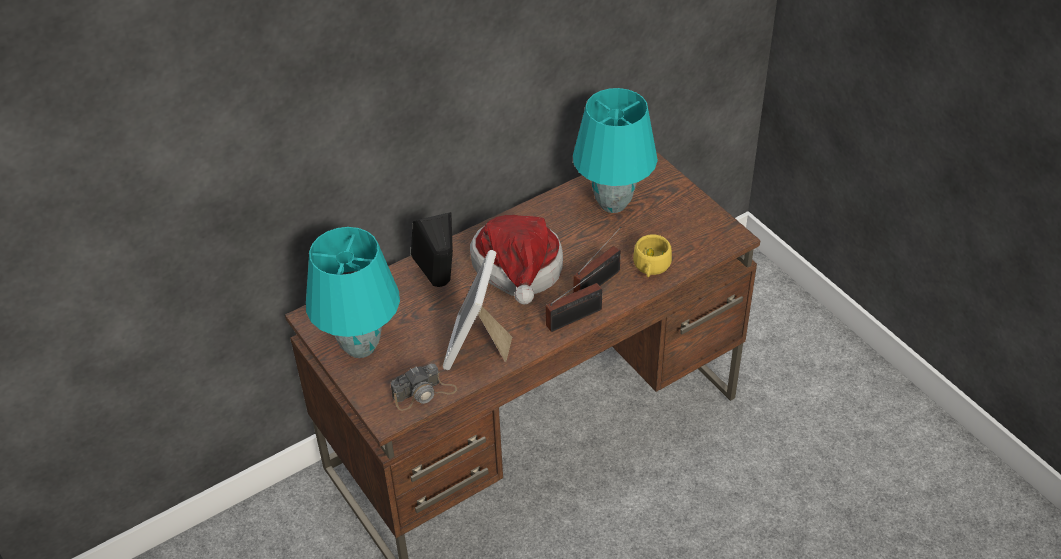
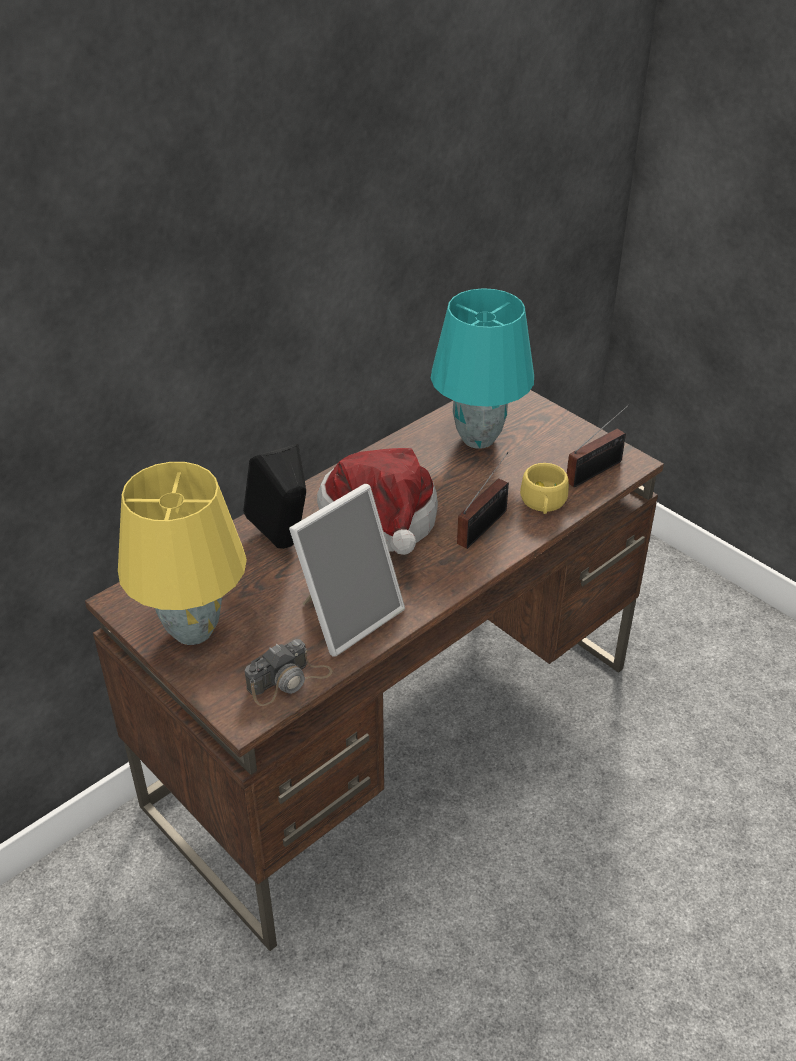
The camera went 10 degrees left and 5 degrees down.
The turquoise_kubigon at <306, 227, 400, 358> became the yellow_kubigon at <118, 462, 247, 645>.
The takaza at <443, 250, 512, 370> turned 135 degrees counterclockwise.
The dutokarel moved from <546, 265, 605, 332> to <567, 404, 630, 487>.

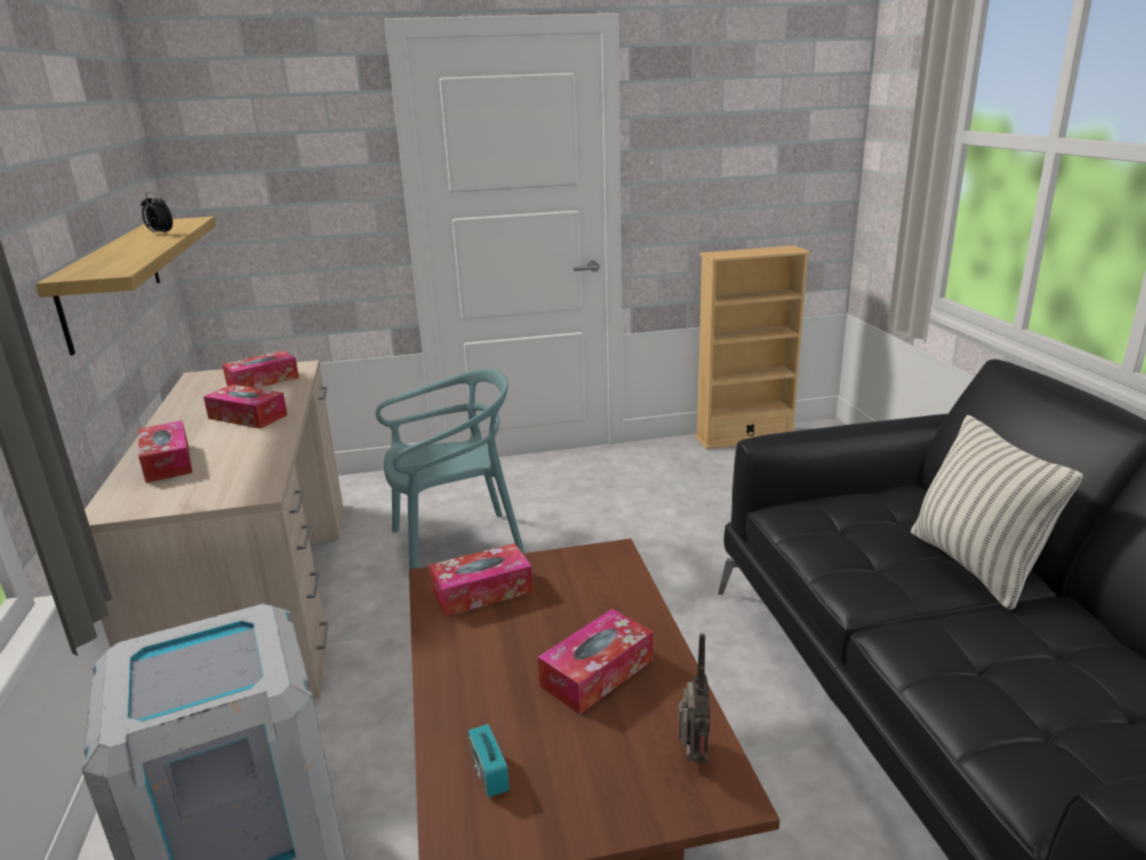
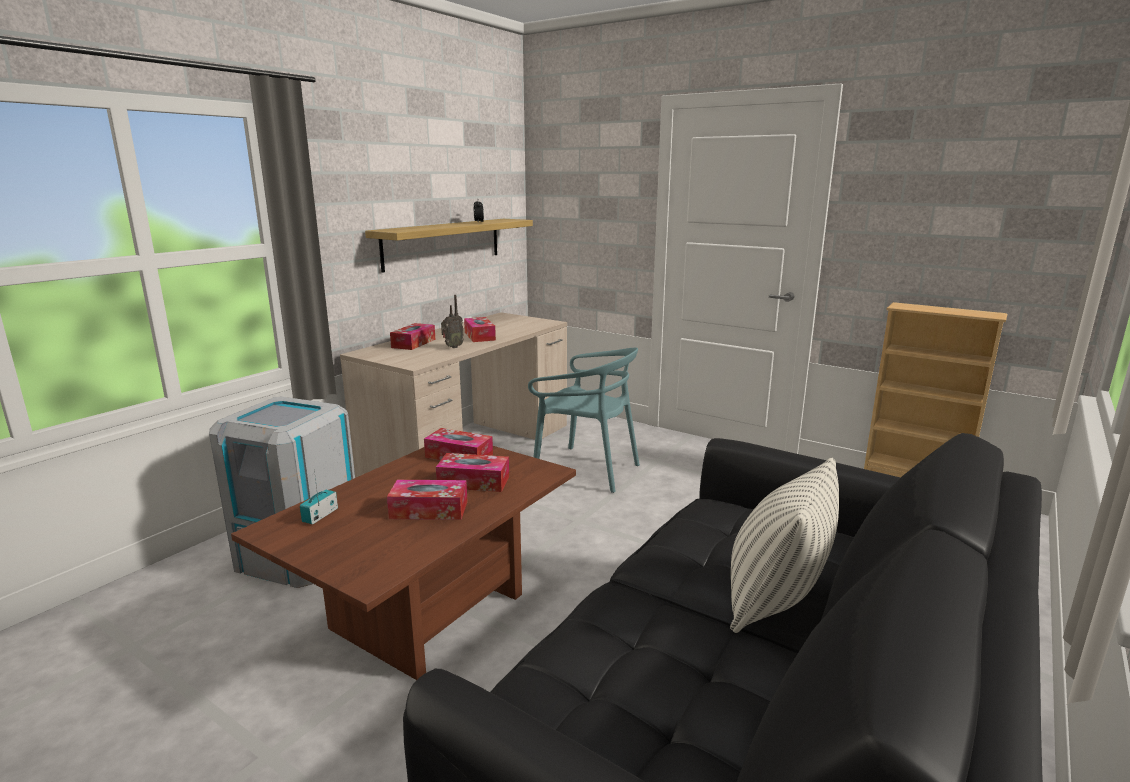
The camera went 45 degrees right and 5 degrees down.
The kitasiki moved from <222, 351, 299, 388> to <436, 453, 509, 492>.
The dutokarel moved from <678, 634, 710, 764> to <441, 295, 464, 348>.

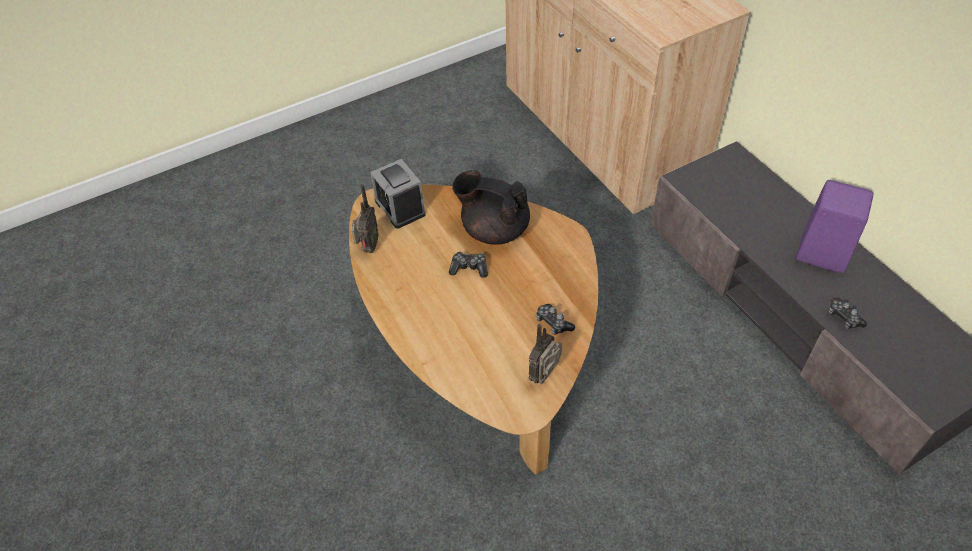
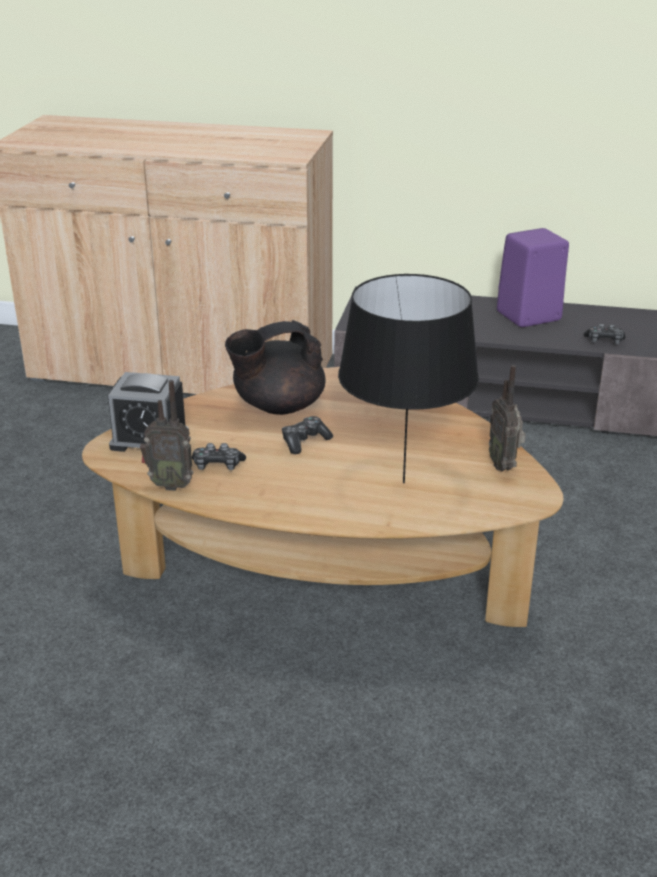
The camera went 50 degrees left and 20 degrees down.
The dutokarel at <352, 184, 379, 253> turned 135 degrees clockwise.
The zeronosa moved from <536, 304, 575, 335> to <192, 443, 246, 470>.
The black_kubigon at <338, 274, 479, 483> appeared.

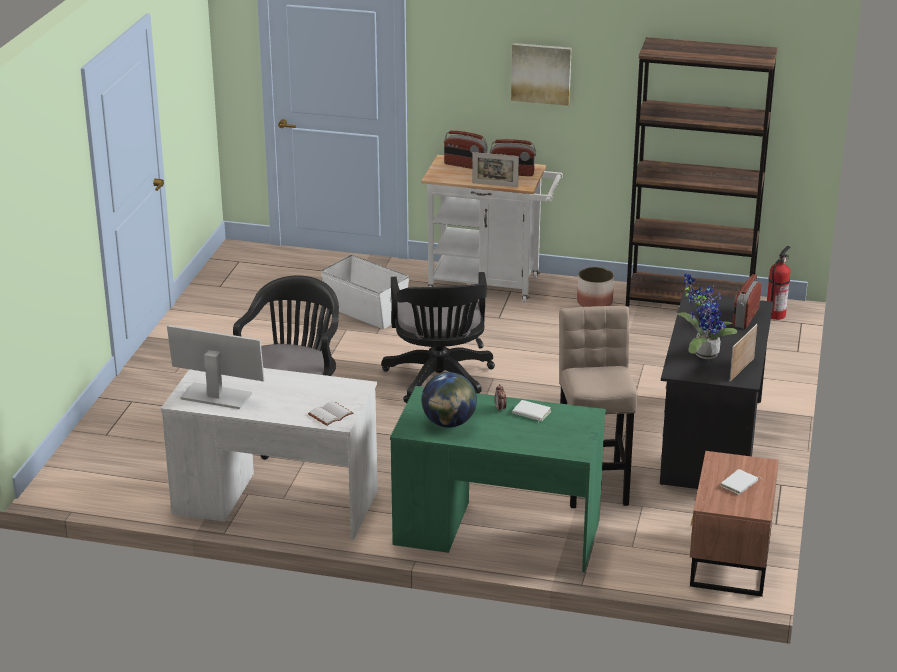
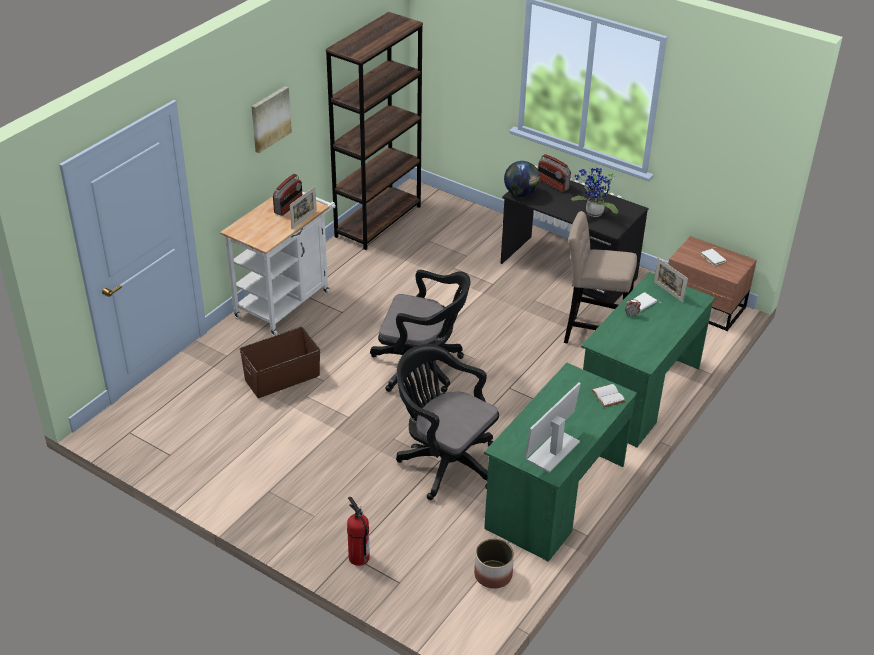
The camera went 70 degrees left and 10 degrees up.
The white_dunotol at <321, 255, 409, 329> became the brown_dunotol at <240, 327, 321, 398>.
The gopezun moved from <767, 246, 790, 320> to <347, 497, 370, 566>.
The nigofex moved from <577, 267, 614, 307> to <474, 539, 514, 589>.
The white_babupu at <161, 368, 378, 540> became the green_babupu at <484, 363, 637, 562>.
The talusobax moved from <421, 372, 477, 428> to <504, 161, 540, 197>.
The takaza moved from <730, 324, 757, 382> to <654, 258, 688, 303>.
The dutokarel at <444, 131, 488, 169> disappeared.

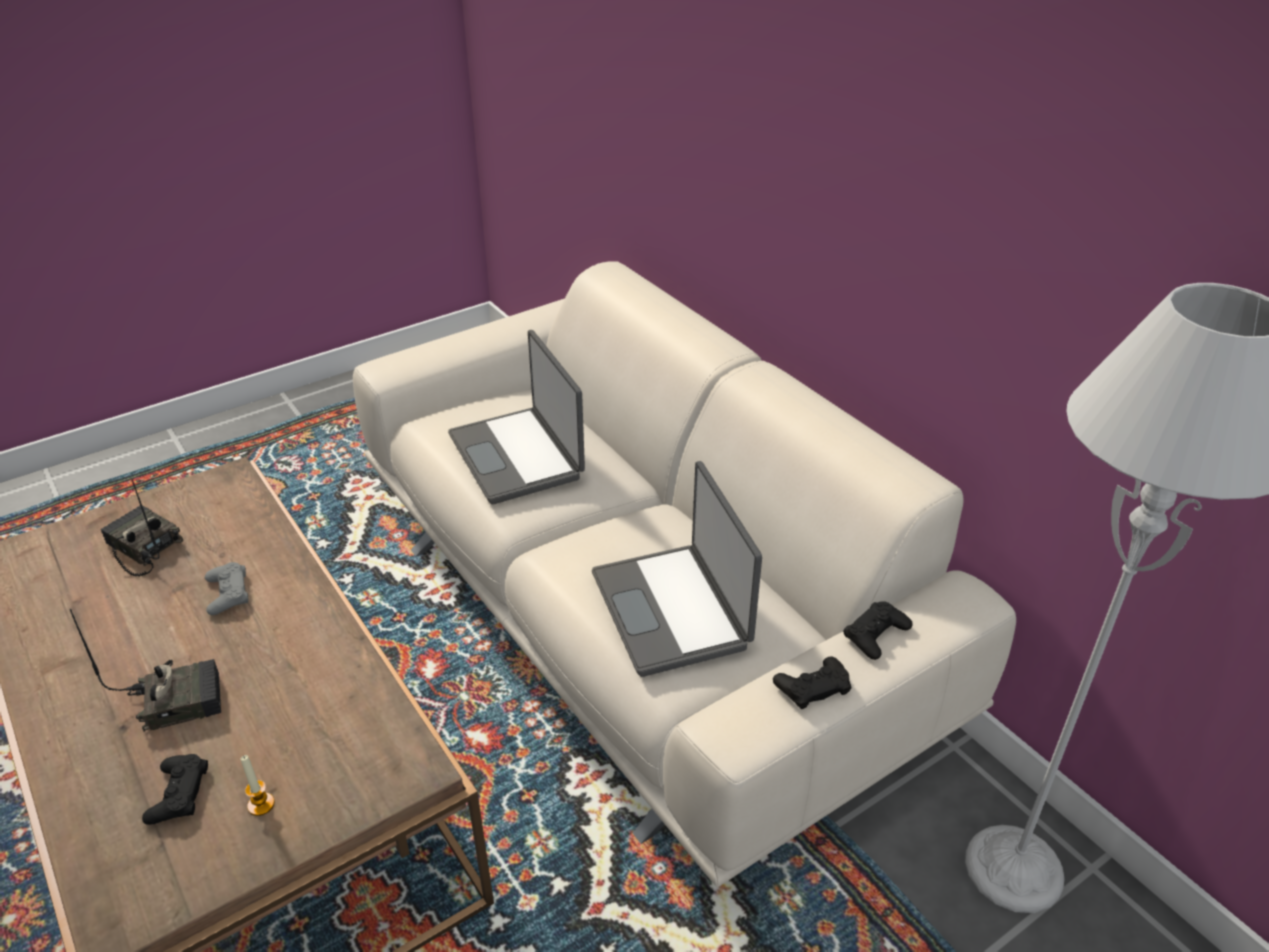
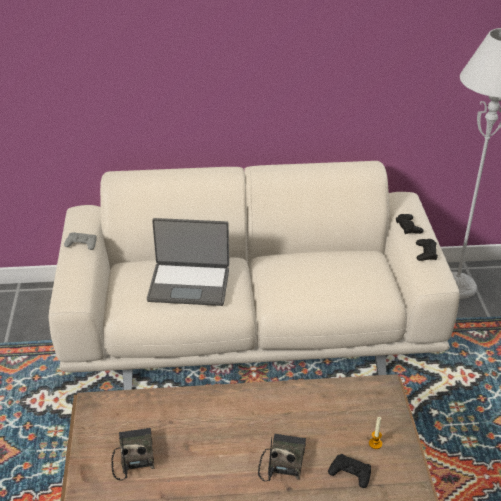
The camera went 60 degrees left and 0 degrees up.
The grey_zeronosa moved from <205, 562, 248, 615> to <64, 232, 97, 250>.
The dutokarel at <101, 478, 183, 576> turned 105 degrees clockwise.
The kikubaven at <592, 461, 762, 677> disappeared.

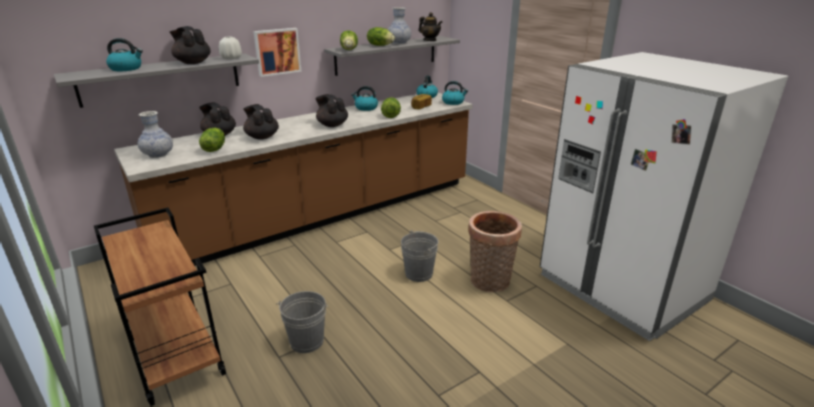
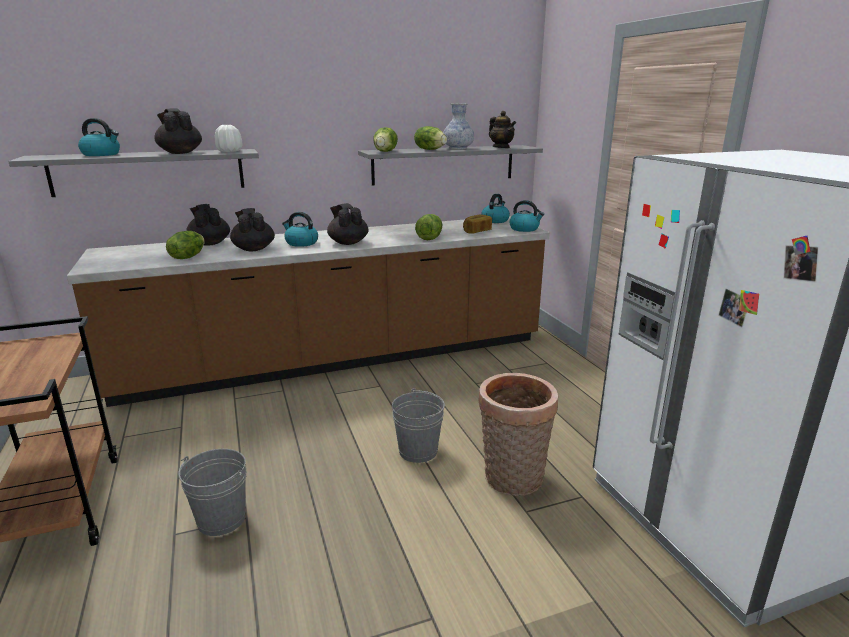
The camera went 15 degrees right and 5 degrees down.
The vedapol moved from <351, 86, 378, 111> to <282, 212, 318, 247>.
The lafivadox at <138, 111, 173, 158> disappeared.
The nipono at <253, 28, 302, 77> disappeared.

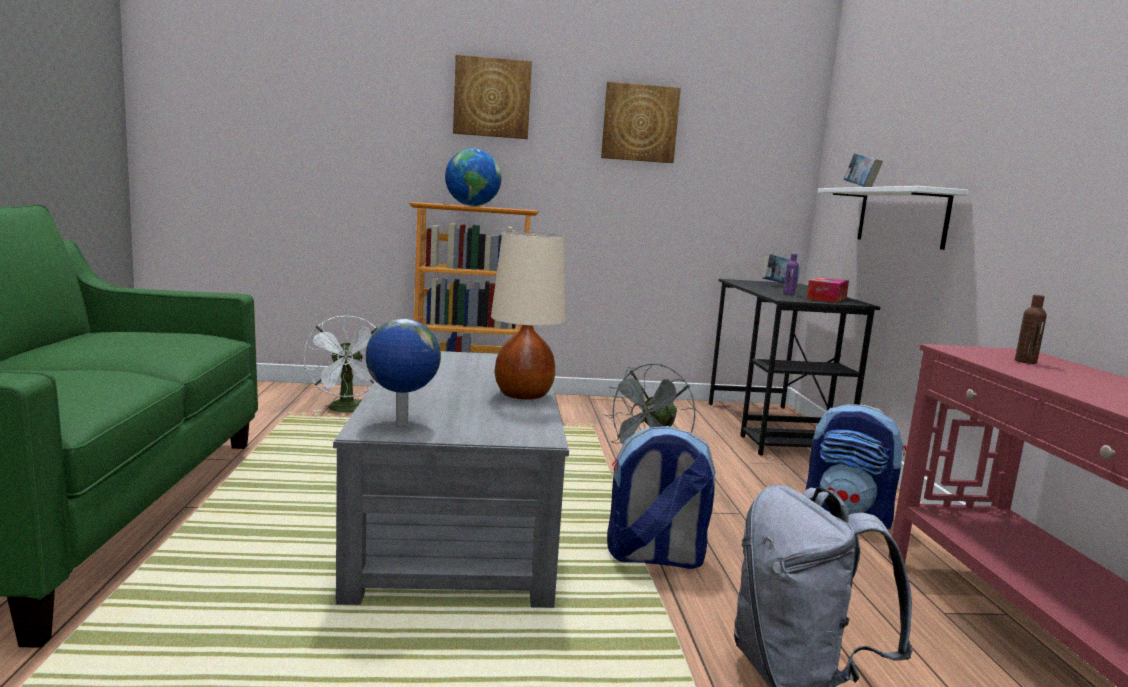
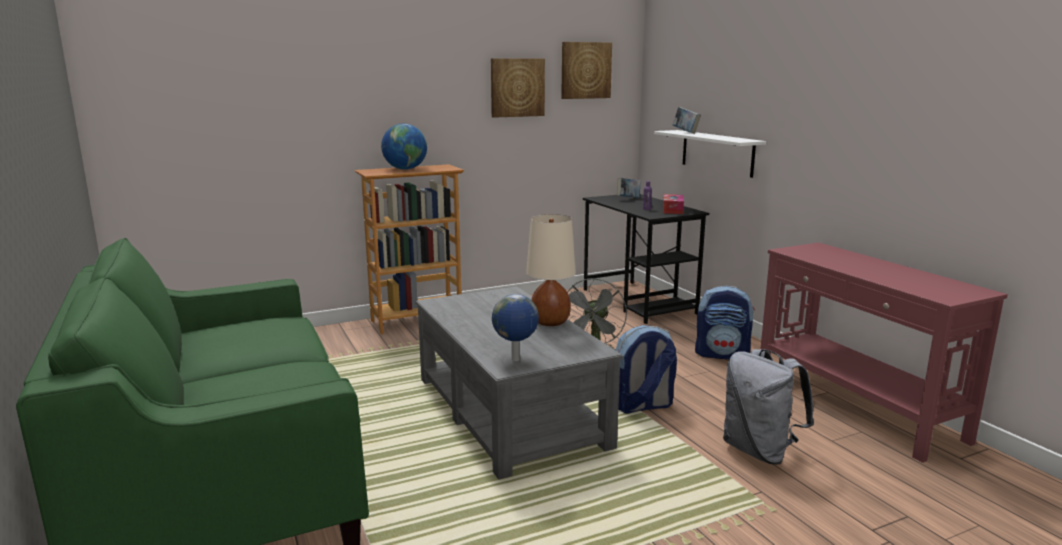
The camera went 20 degrees left and 5 degrees up.
The nipono moved from <453, 55, 532, 139> to <561, 42, 612, 99>.
The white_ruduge at <303, 315, 378, 412> disappeared.
The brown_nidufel at <1015, 295, 1047, 364> disappeared.

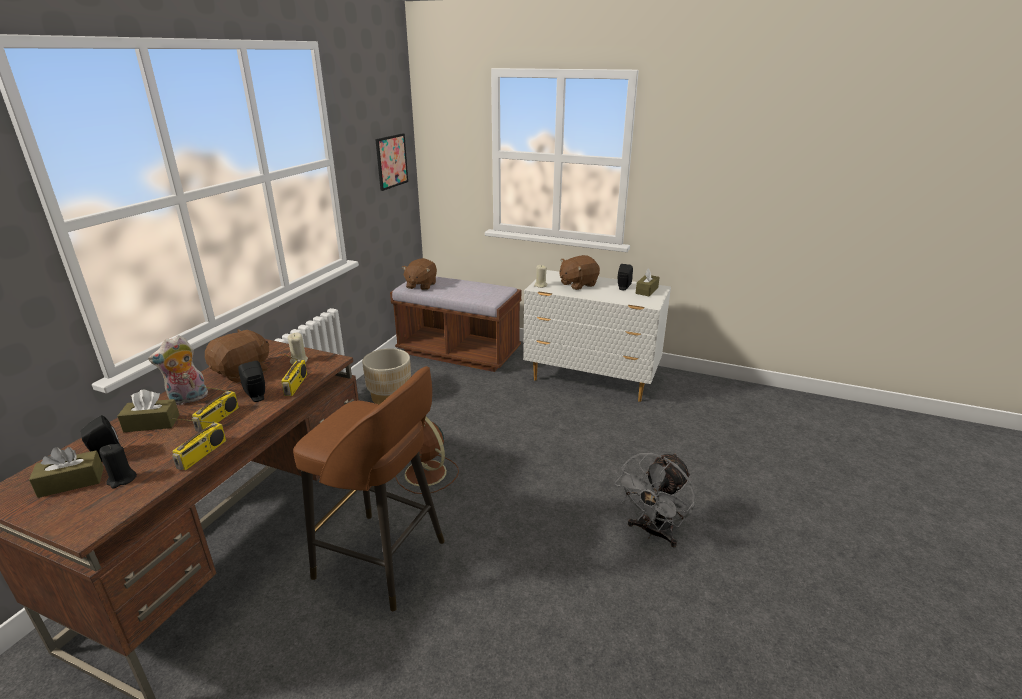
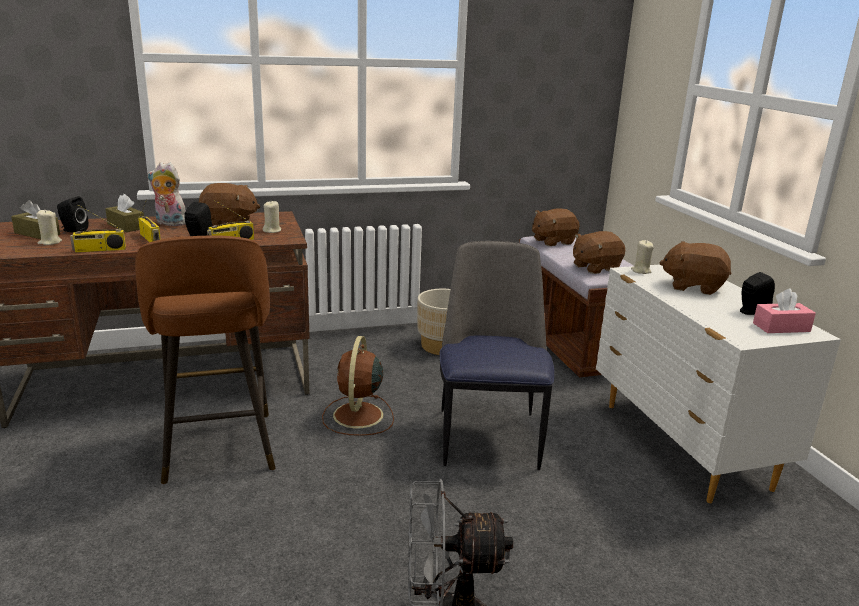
The camera went 50 degrees right and 5 degrees down.
The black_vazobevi at <99, 444, 137, 489> became the beige_vazobevi at <36, 209, 62, 245>.
The dutokarel at <192, 385, 239, 432> turned 105 degrees counterclockwise.
The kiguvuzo at <439, 241, 554, 470> appeared.
The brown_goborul at <573, 231, 625, 274> appeared.
The brown_kitasiki at <636, 268, 660, 297> became the pink_kitasiki at <753, 289, 816, 333>.
The nipono at <375, 133, 408, 191> disappeared.

